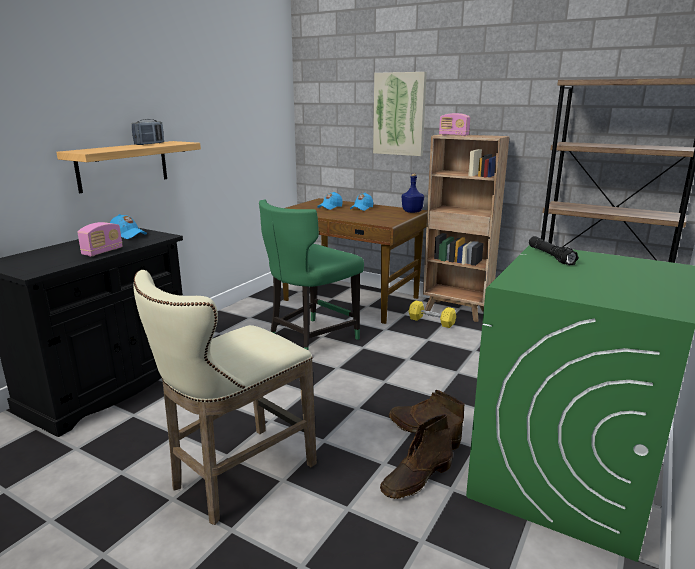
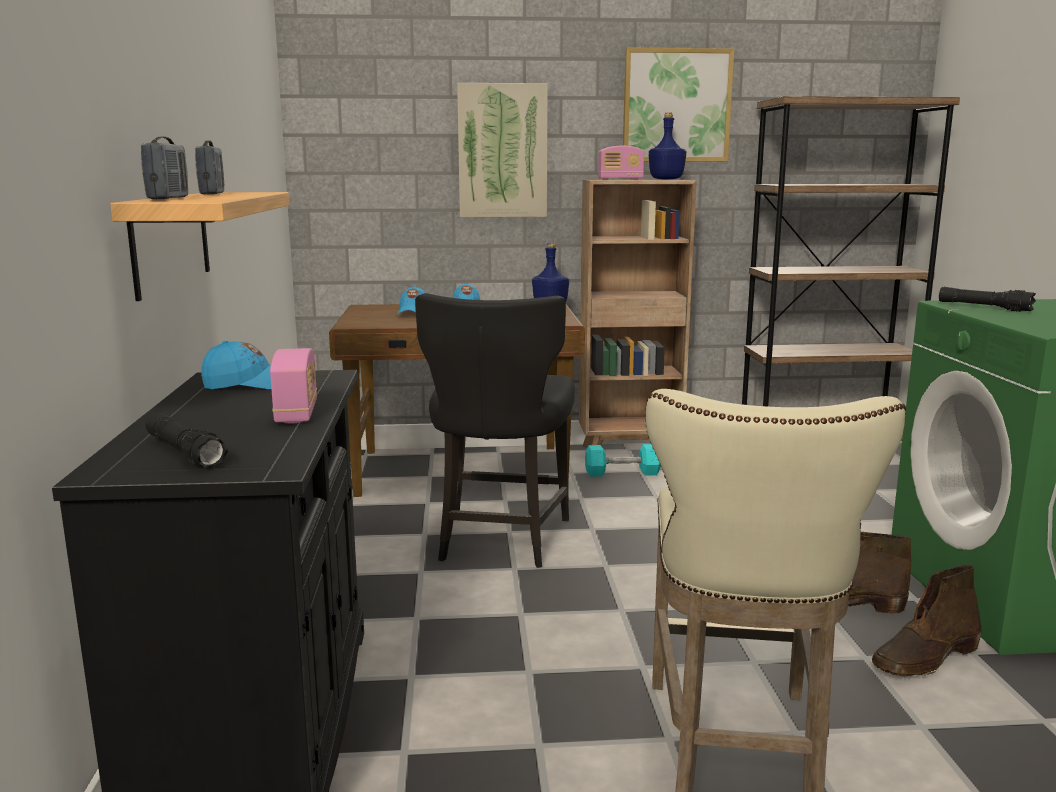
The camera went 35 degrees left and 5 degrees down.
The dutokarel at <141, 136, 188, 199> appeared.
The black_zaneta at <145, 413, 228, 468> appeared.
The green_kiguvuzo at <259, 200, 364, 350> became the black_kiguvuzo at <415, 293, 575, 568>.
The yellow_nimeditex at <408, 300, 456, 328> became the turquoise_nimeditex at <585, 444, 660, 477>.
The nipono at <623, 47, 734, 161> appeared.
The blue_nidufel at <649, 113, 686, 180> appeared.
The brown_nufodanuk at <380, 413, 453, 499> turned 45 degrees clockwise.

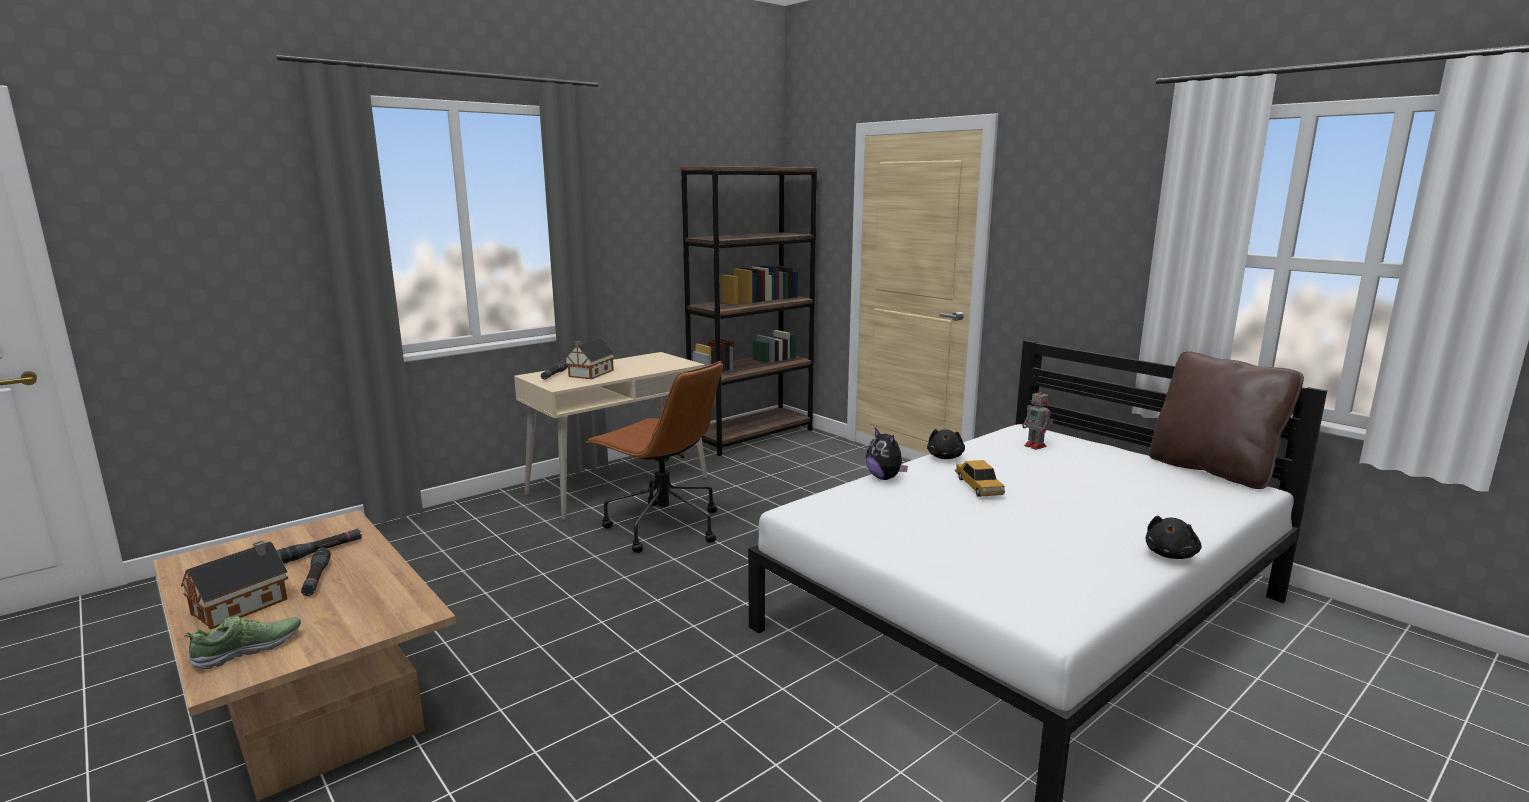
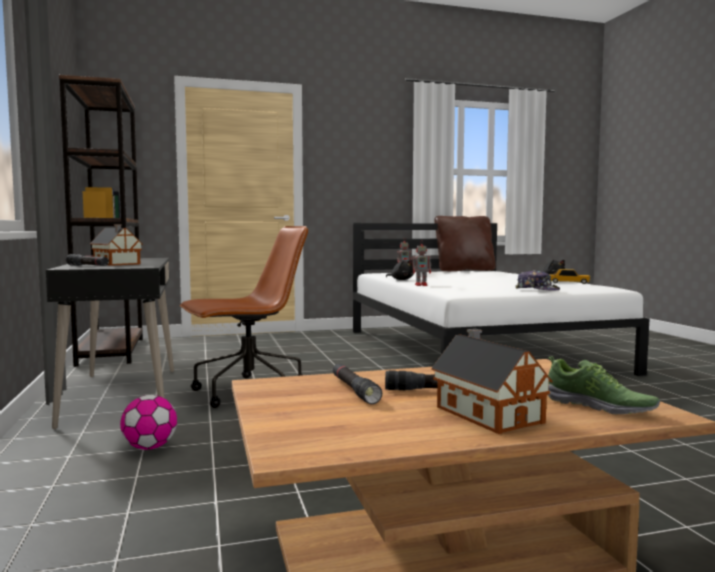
The camera went 65 degrees left and 10 degrees down.
The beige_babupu at <514, 352, 707, 521> became the black_babupu at <46, 258, 174, 429>.
The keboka at <120, 395, 177, 450> appeared.
The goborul at <866, 428, 908, 480> was replaced by the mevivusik at <413, 240, 431, 286>.
The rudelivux at <516, 270, 560, 291> appeared.
The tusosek at <185, 616, 301, 669> turned 150 degrees clockwise.
The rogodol moved from <955, 460, 1005, 497> to <550, 269, 590, 284>.

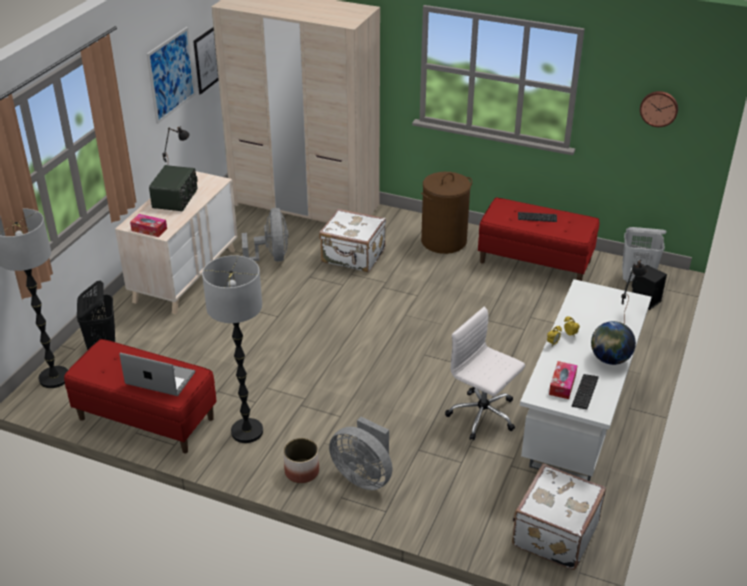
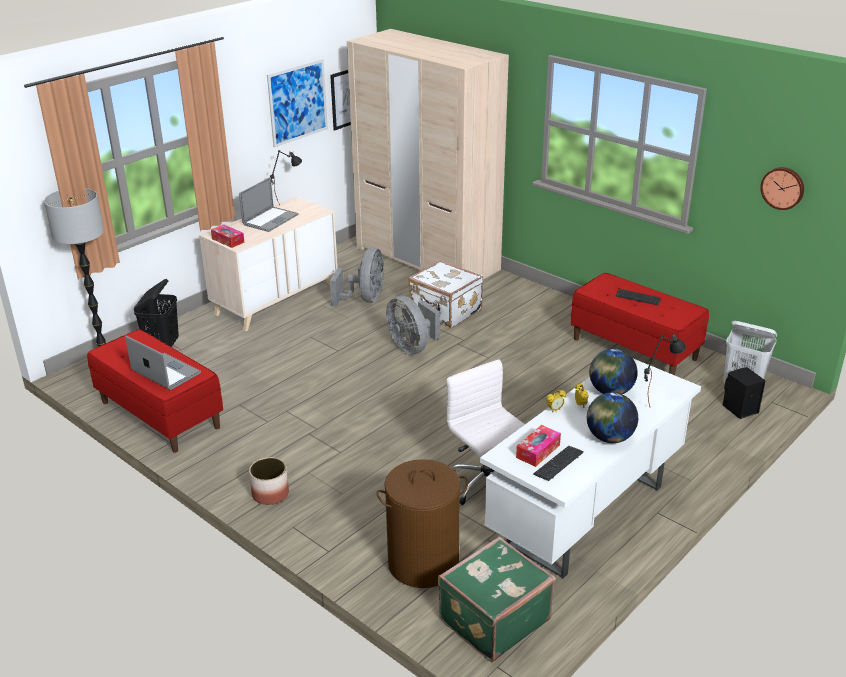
The camera went 20 degrees right and 5 degrees down.
The dutokarel at <149, 165, 198, 211> was replaced by the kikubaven at <239, 177, 299, 232>.
The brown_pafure moved from <421, 172, 472, 254> to <376, 459, 468, 588>.
The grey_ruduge moved from <329, 417, 393, 490> to <386, 296, 440, 355>.
The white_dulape at <512, 464, 606, 570> became the green_dulape at <438, 536, 555, 662>.
The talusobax at <589, 349, 638, 394> appeared.
The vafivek at <202, 255, 263, 443> disappeared.

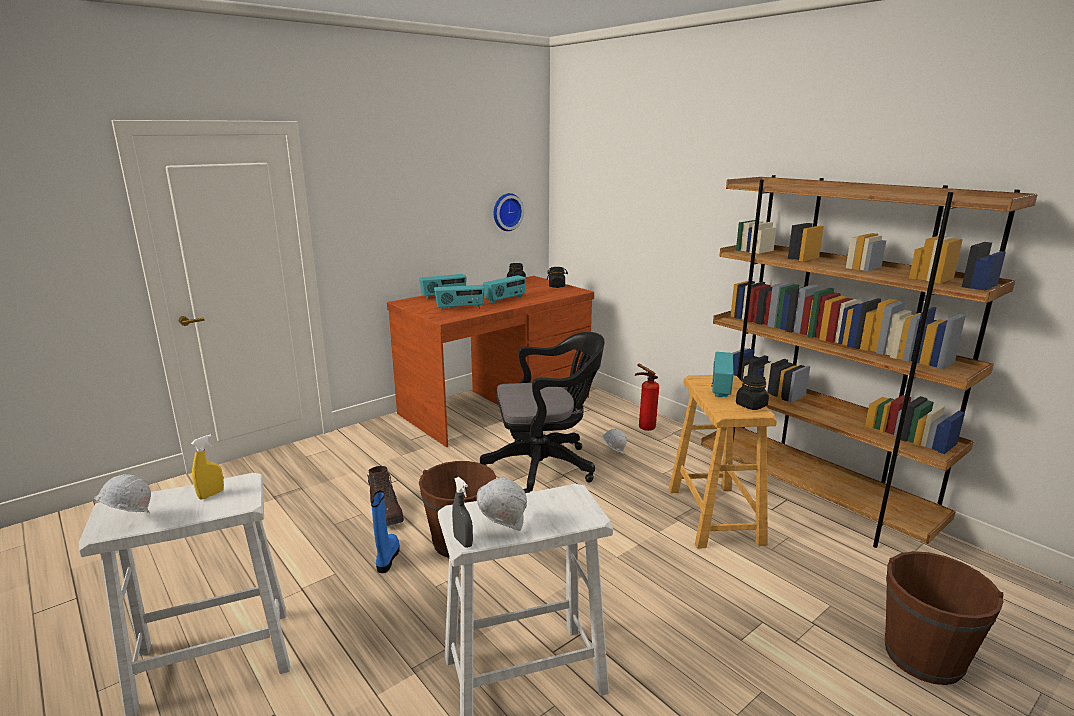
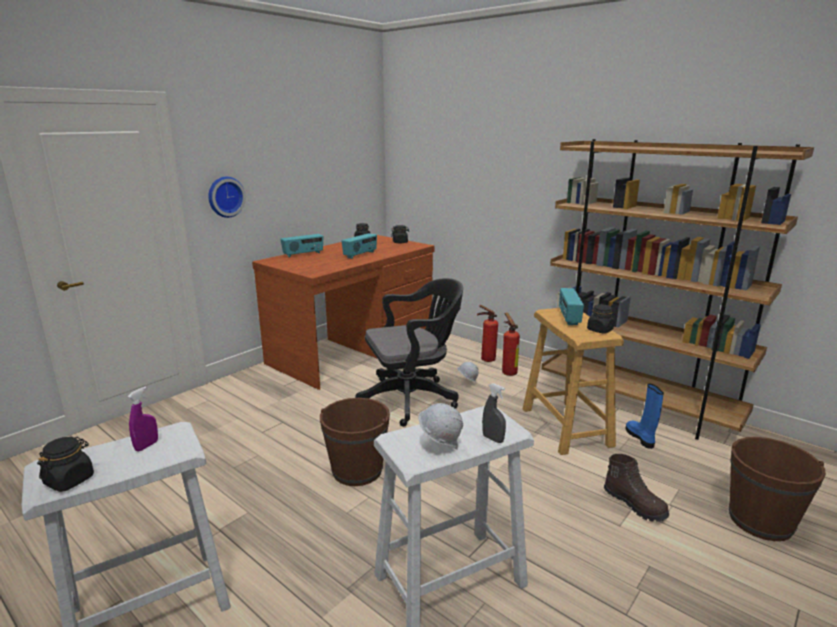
The camera went 10 degrees left and 0 degrees up.
The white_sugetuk at <94, 474, 151, 513> was replaced by the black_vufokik at <37, 437, 94, 492>.
The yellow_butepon at <191, 434, 224, 500> became the purple_butepon at <128, 387, 158, 452>.
The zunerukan moved from <494, 193, 524, 231> to <208, 176, 246, 218>.
The grey_butepon moved from <452, 477, 473, 548> to <482, 383, 506, 443>.
The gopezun at <502, 313, 520, 376> appeared.
The brown_nufodanuk moved from <367, 466, 404, 526> to <604, 454, 669, 522>.
The blue_nufodanuk moved from <371, 491, 400, 573> to <626, 383, 664, 449>.
The dutokarel at <434, 285, 485, 311> disappeared.

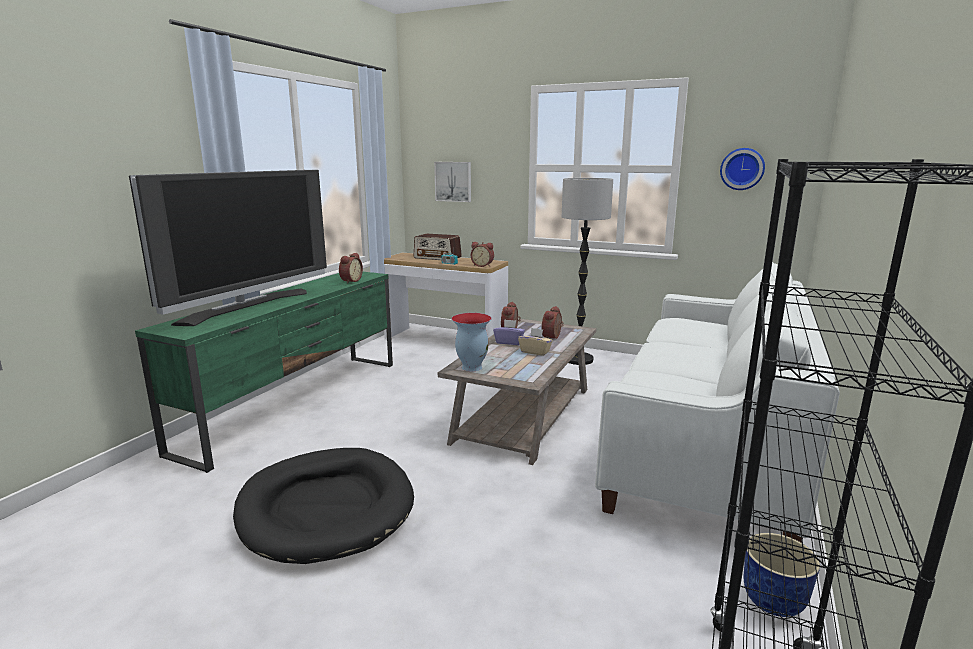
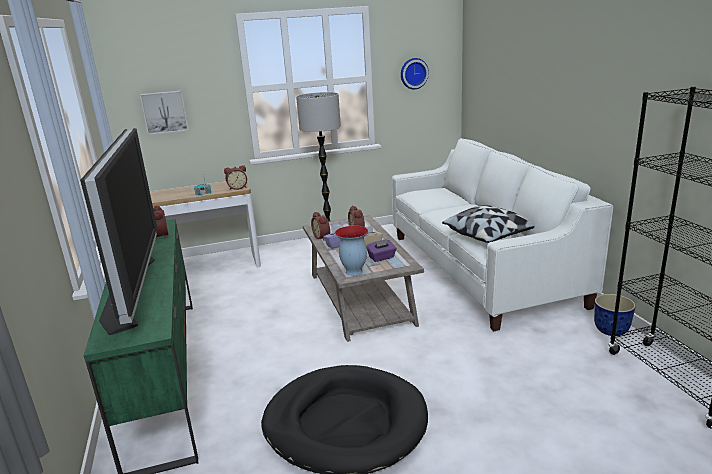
The camera went 40 degrees left and 5 degrees up.
The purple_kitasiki at <366, 239, 396, 262> appeared.
The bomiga at <442, 205, 535, 243> appeared.
The dutokarel at <413, 234, 462, 260> disappeared.

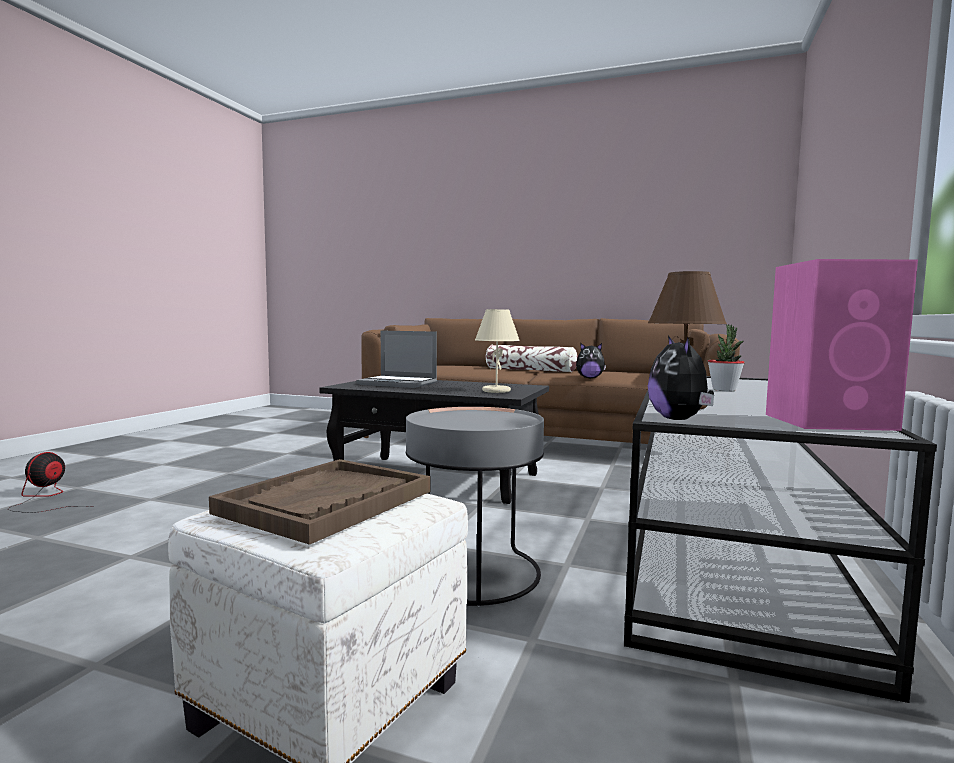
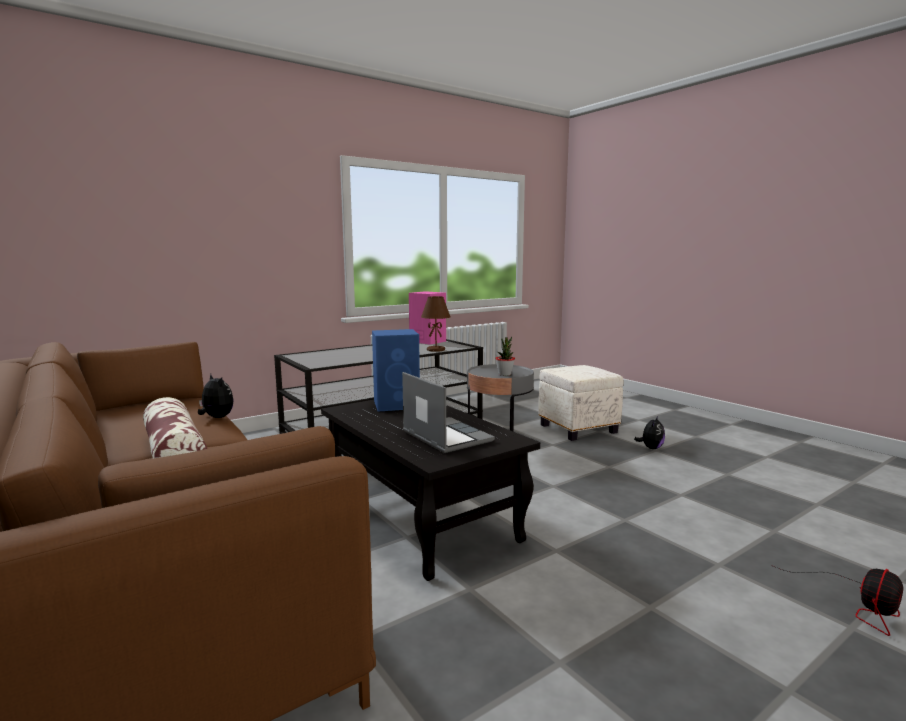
The camera went 145 degrees left and 5 degrees up.
The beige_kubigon at <475, 309, 520, 393> was replaced by the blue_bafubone at <372, 329, 420, 412>.
The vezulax moved from <708, 324, 745, 391> to <495, 336, 515, 376>.
The goborul moved from <648, 336, 714, 420> to <634, 416, 665, 449>.
The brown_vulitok at <209, 459, 431, 545> disappeared.

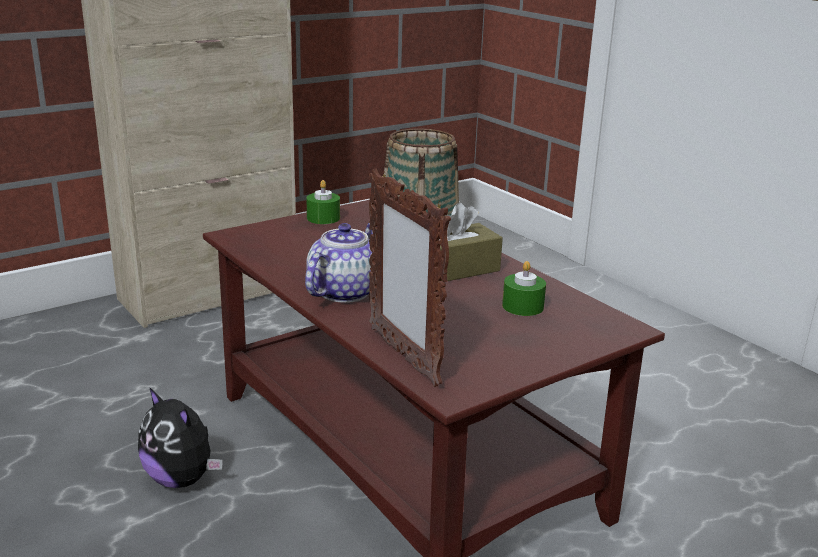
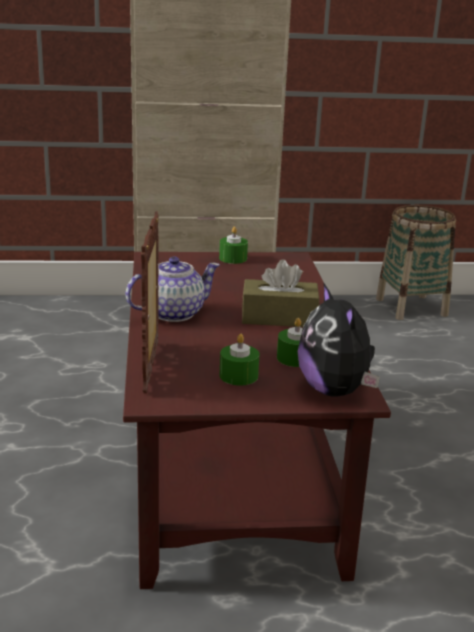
The camera went 30 degrees right and 0 degrees up.
The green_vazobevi at <220, 334, 260, 386> appeared.
The goborul moved from <138, 387, 223, 488> to <298, 282, 380, 397>.

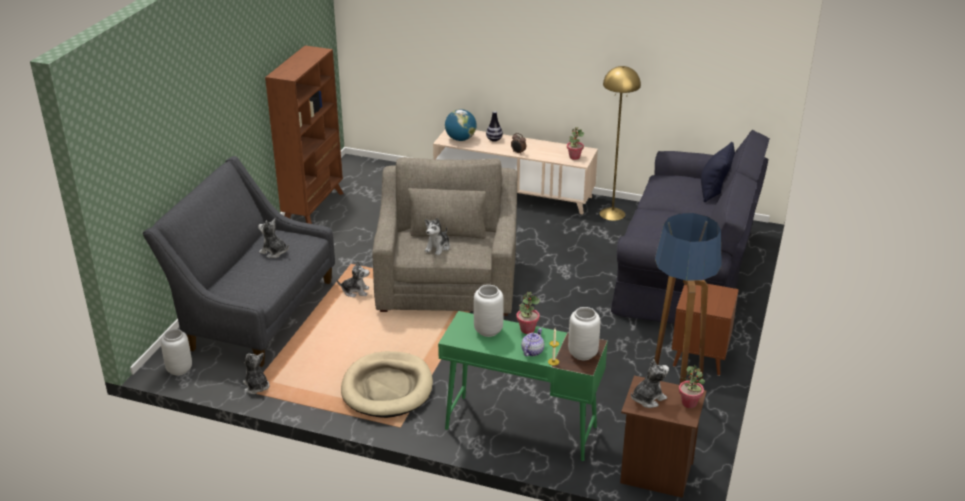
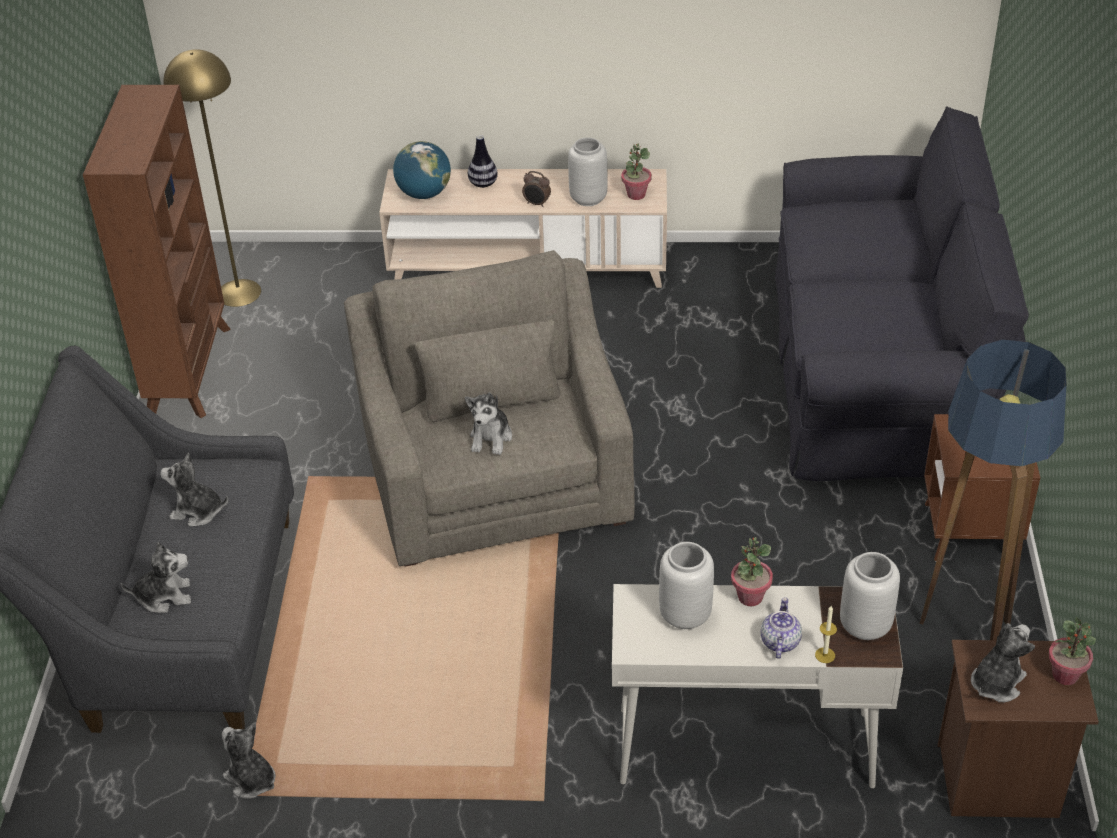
The camera went 15 degrees left and 10 degrees up.
The goborul moved from <336, 261, 370, 297> to <121, 542, 191, 613>.
The yellow_vafivek moved from <599, 66, 641, 221> to <163, 49, 261, 307>.
The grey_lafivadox moved from <161, 329, 192, 375> to <568, 137, 607, 206>.
The green_babupu at <438, 311, 608, 461> became the white_babupu at <612, 584, 903, 788>.
The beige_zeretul at <341, 351, 433, 418> disappeared.
The black_bomiga at <701, 142, 735, 202> disappeared.

